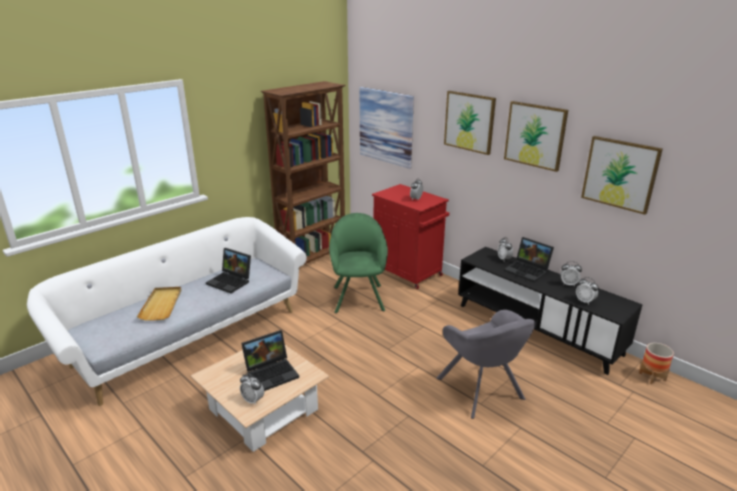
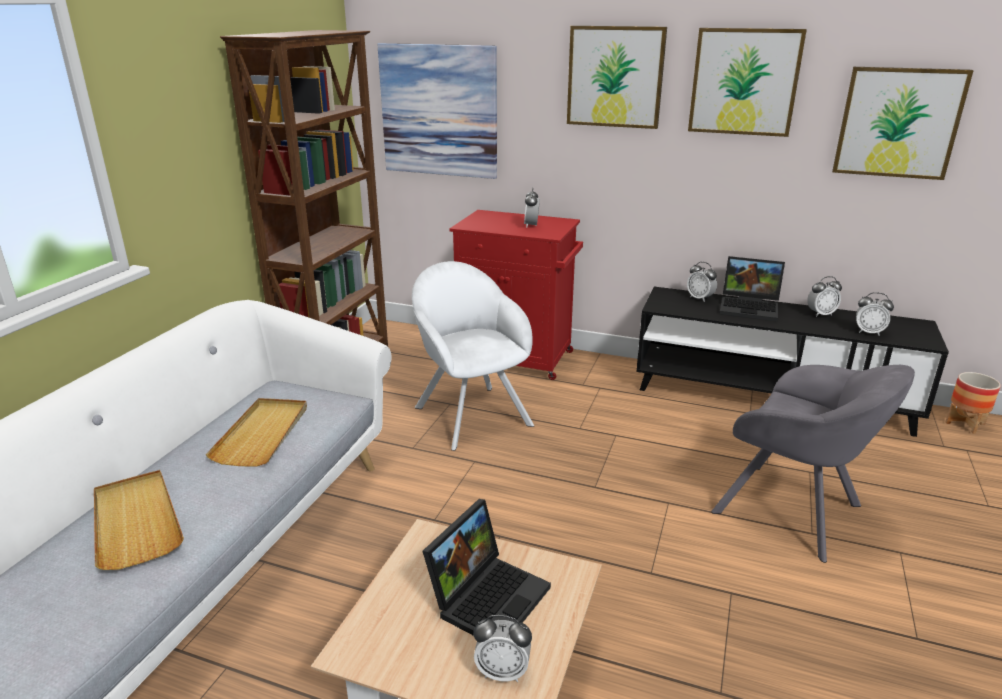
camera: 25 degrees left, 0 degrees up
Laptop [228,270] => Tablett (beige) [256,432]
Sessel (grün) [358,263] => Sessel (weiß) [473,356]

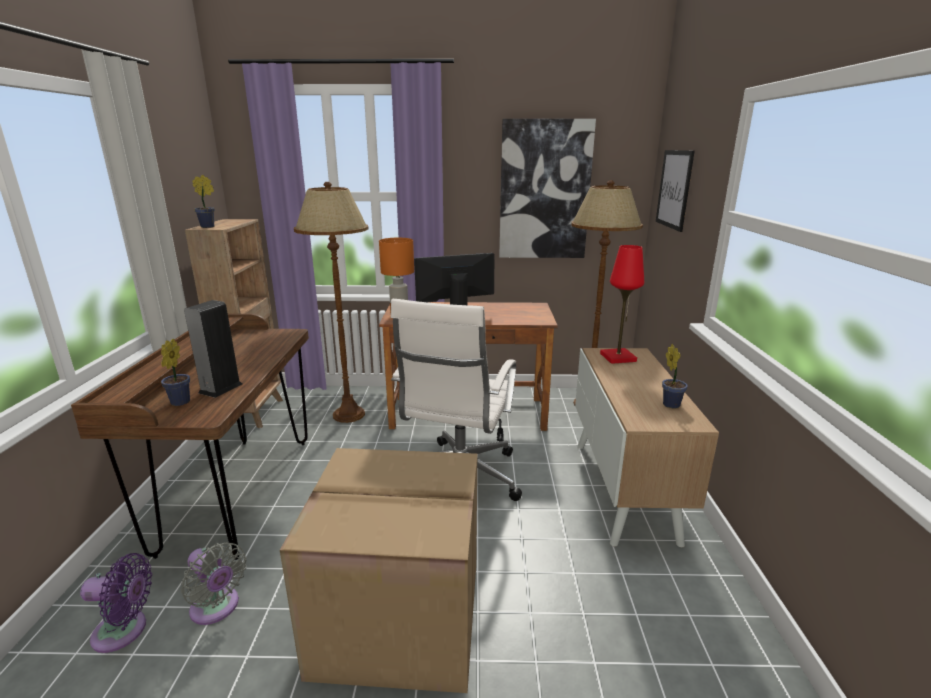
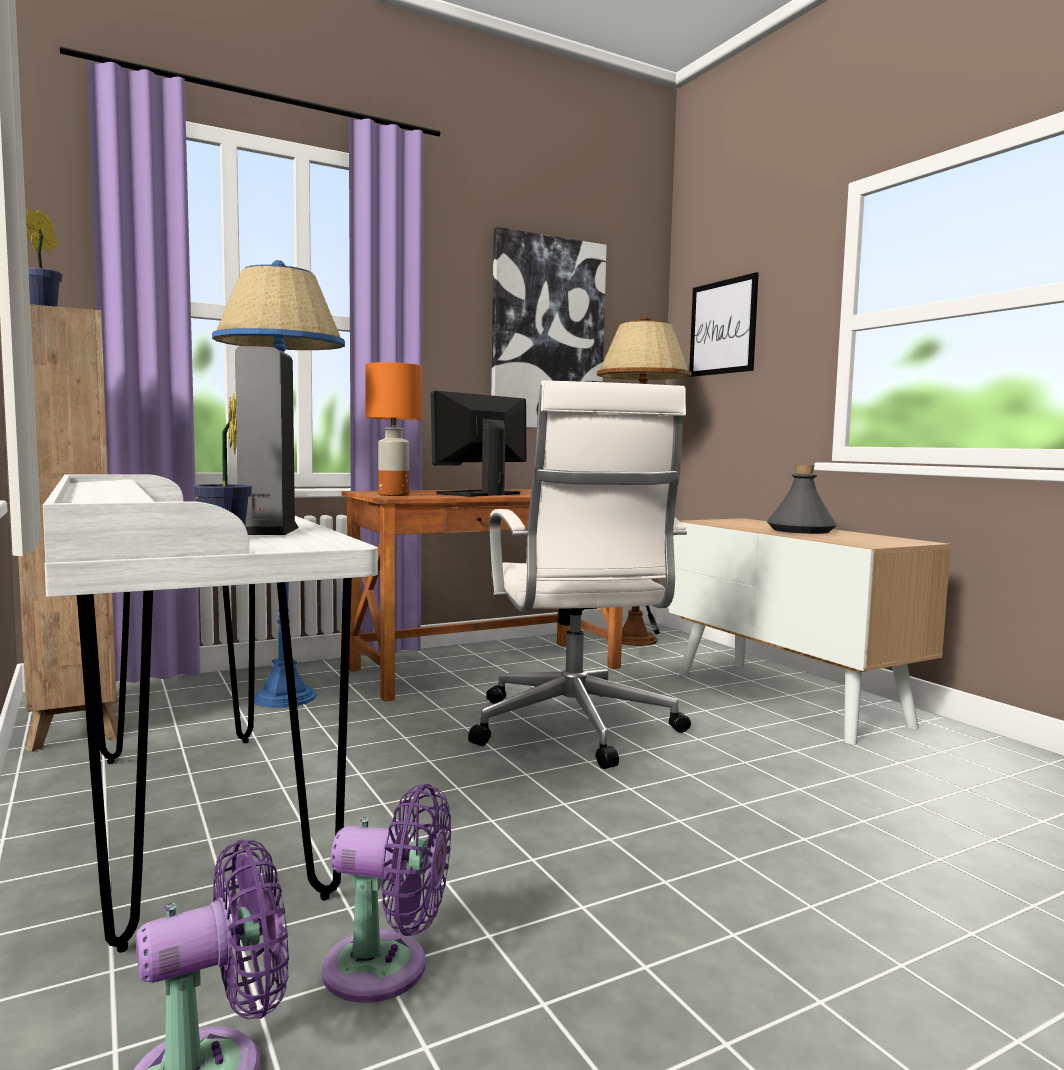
camera: 30 degrees left, 15 degrees down
Schreibtisch (braun) [190,437] => Schreibtisch (weiß) [210,713]
Ventilator (grau) [214,583] => Ventilator (lila) [386,893]
Karton [378,570] => nothing
Stehlampe (braun) [331,302] => Stehlampe (blau) [278,484]
Tischlampe (rot) [622,304] => nothing
Topfpflanze [675,376] => nothing
nothing => Flasche (grau) [802,499]

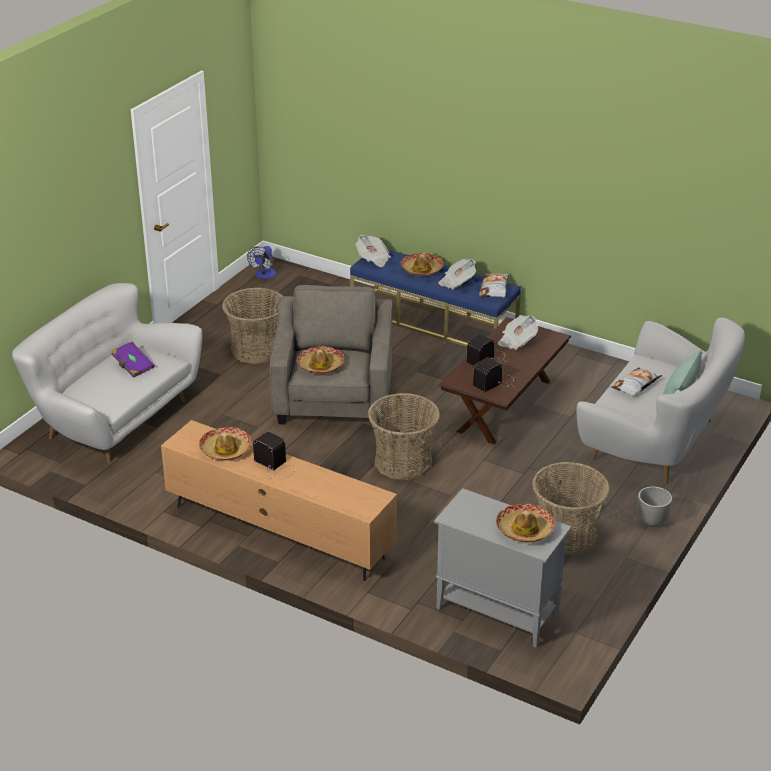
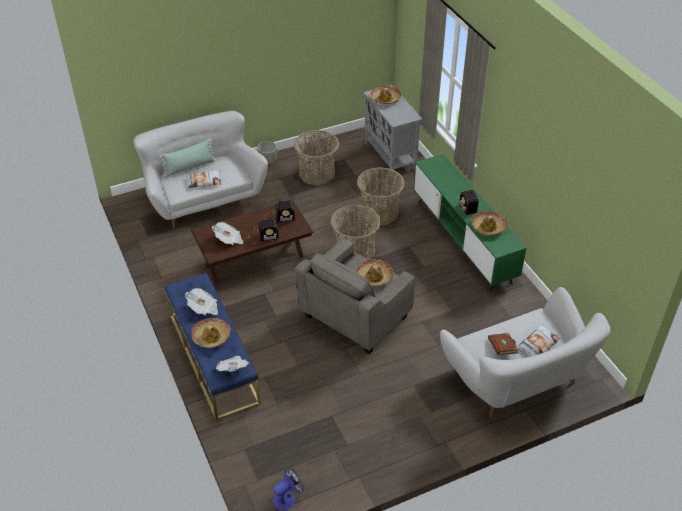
camera: 145 degrees left, 10 degrees up
Buch (lila) [132,360] => Buch (braun) [503,344]
Fernsehschrank (braun) [279,500] => Fernsehschrank (grün) [469,223]
Korb [252,326] => Korb [381,196], shifted
Kissen [494,285] => Kissen [539,340], shifted

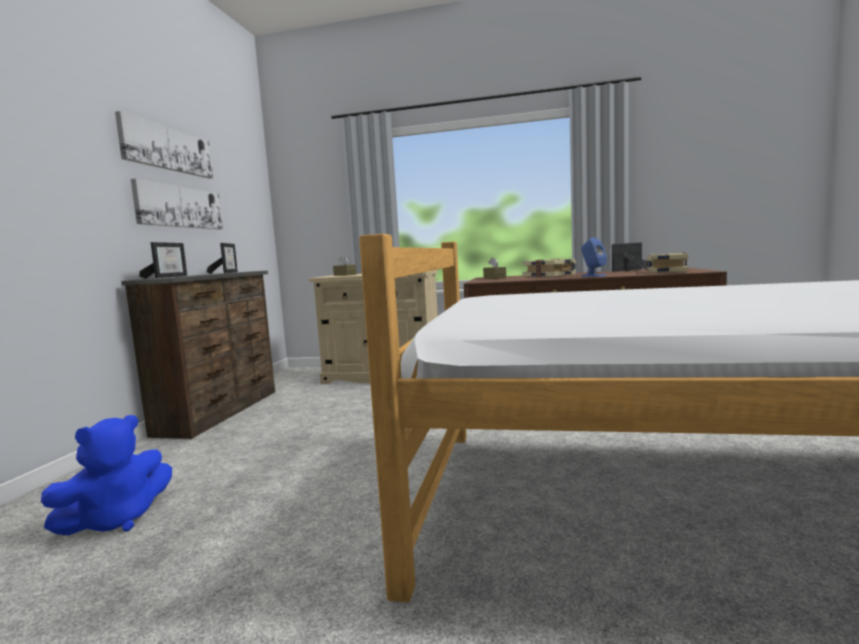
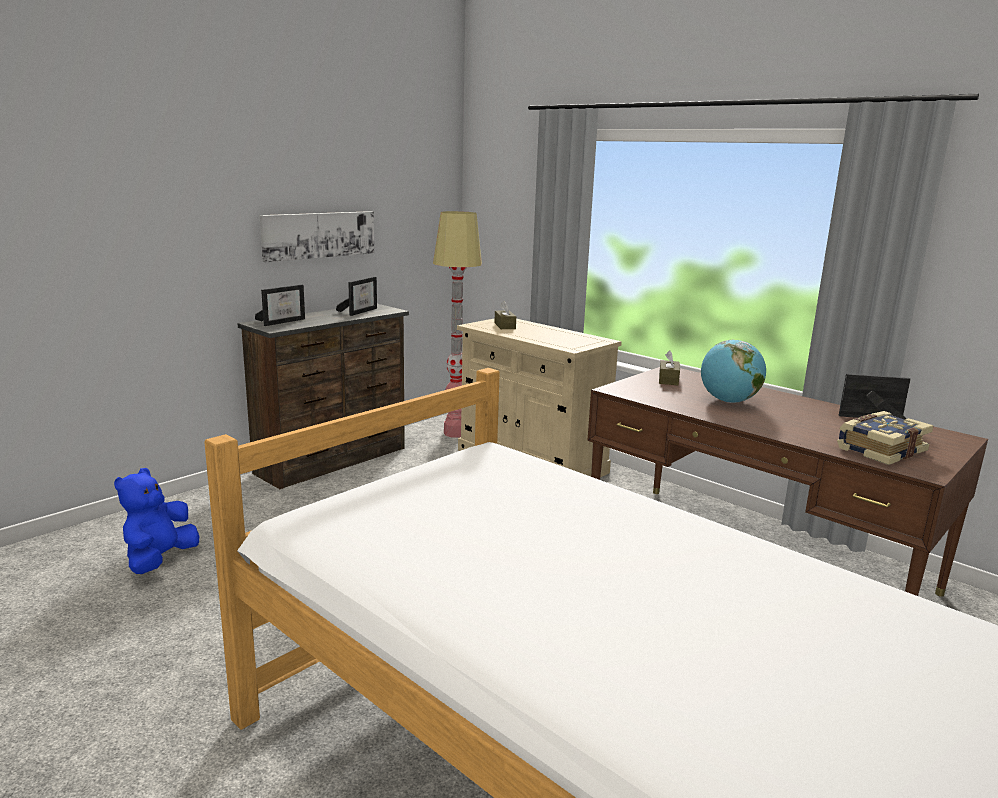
camera: 30 degrees right, 10 degrees up
Plüschtier (blau) [106,475] => Plüschtier (blau) [156,521], 120 degrees clockwise
Bild [164,145] => nothing
Buch [549,268] => Globus [733,371]
Lautsprecher (blau) [594,257] => nothing
nothing => Stehlampe [457,324]

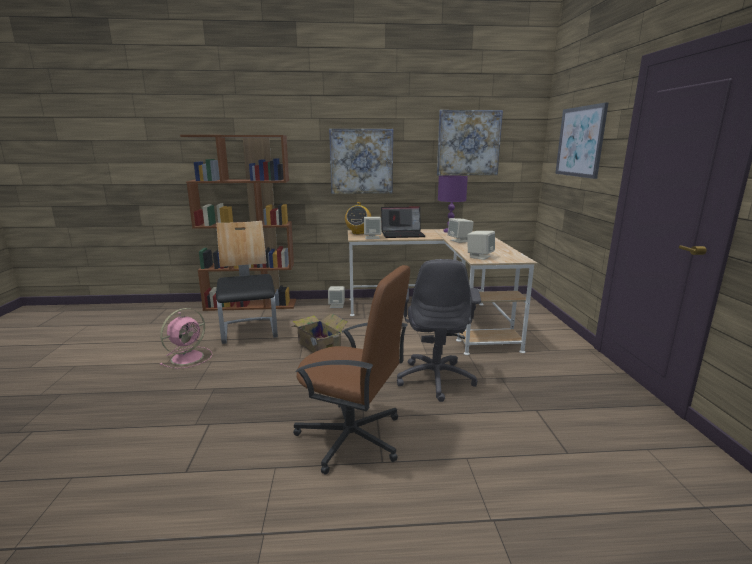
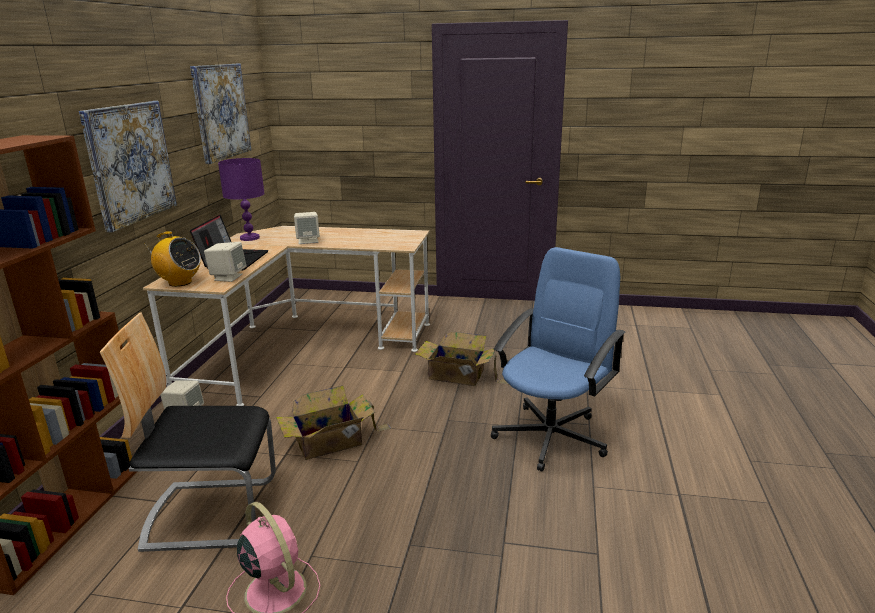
camera: 75 degrees left, 5 degrees up
Bürostuhl (braun) [351,370] => Bürostuhl (blau) [558,359]
Bürostuhl (grau) [439,330] => Karton [462,359]
Lautsprecher (beige) [481,245] => nothing
Bild [581,141] => nothing

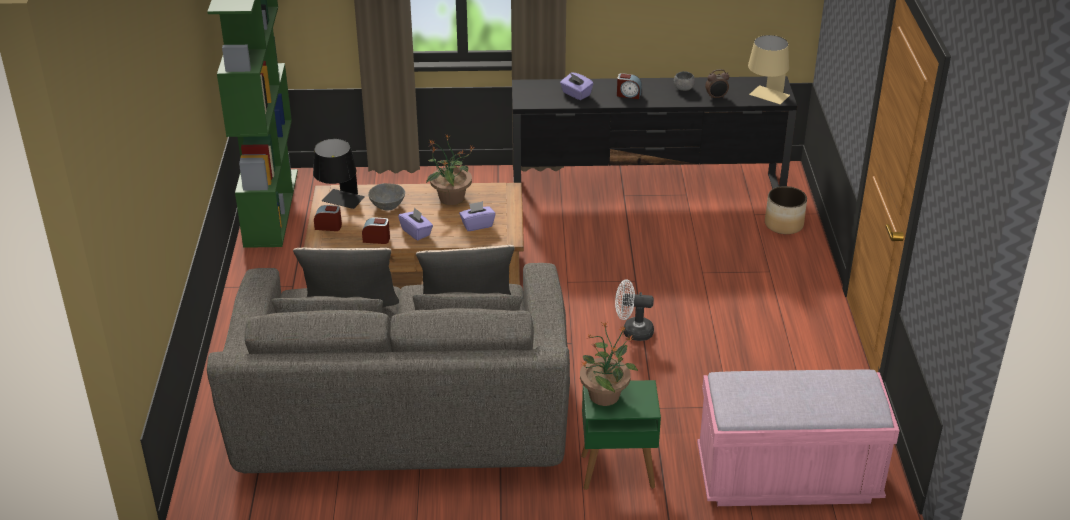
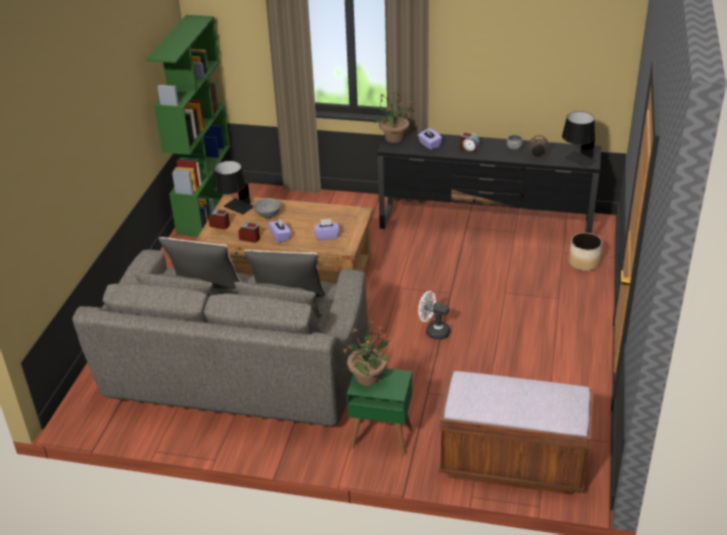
camera: 15 degrees right, 0 degrees up
Topfpflanze [450,169] => Topfpflanze [393,117], shifted
Bank (rosa) [798,438] => Bank (braun) [516,433]
Tischlampe (beige) [769,69] => Tischlampe (schwarz) [579,139]

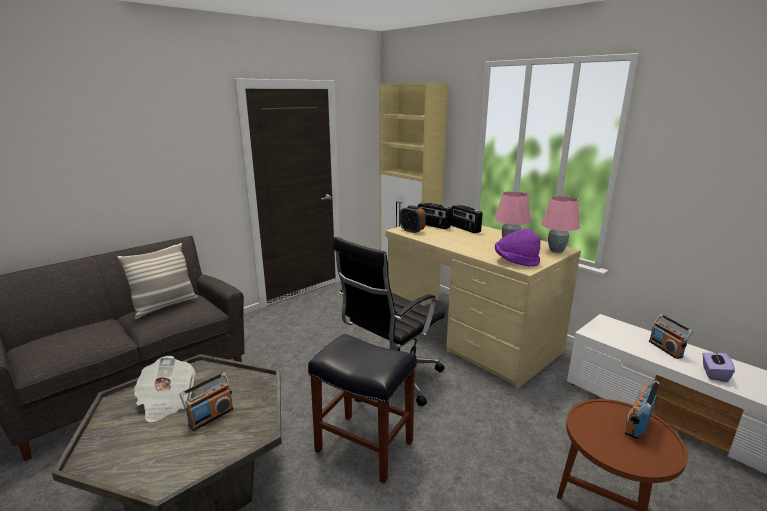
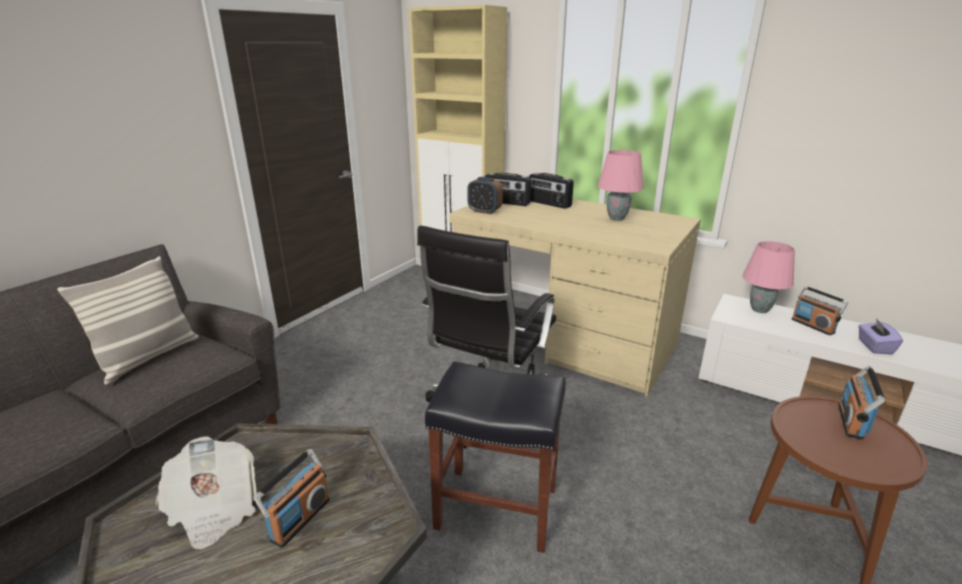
camera: 15 degrees left, 5 degrees up
Hut (lila) [517,247] => nothing
Tischlampe (rosa) [560,224] => Tischlampe (rosa) [769,277], shifted

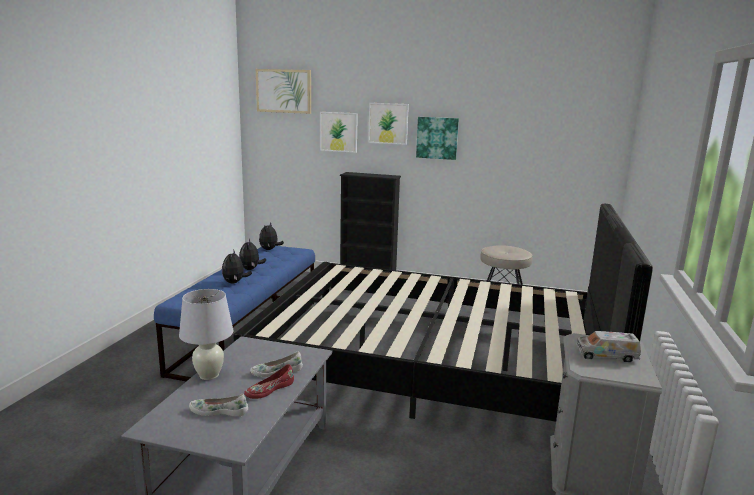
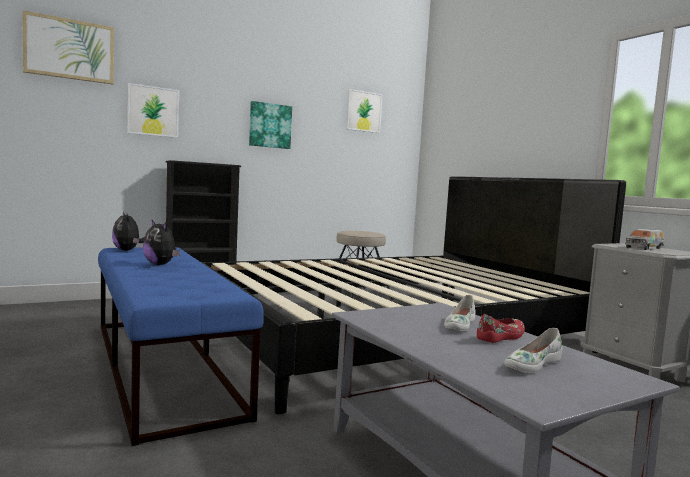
camera: 45 degrees left, 10 degrees down
Tischlampe (weiß) [206,334] => nothing
Plüschtier [237,267] => nothing
Schuh (rot) [269,381] => Schuh (rot) [501,328], 135 degrees counterclockwise
Bild [388,124] => Bild [364,111], shifted

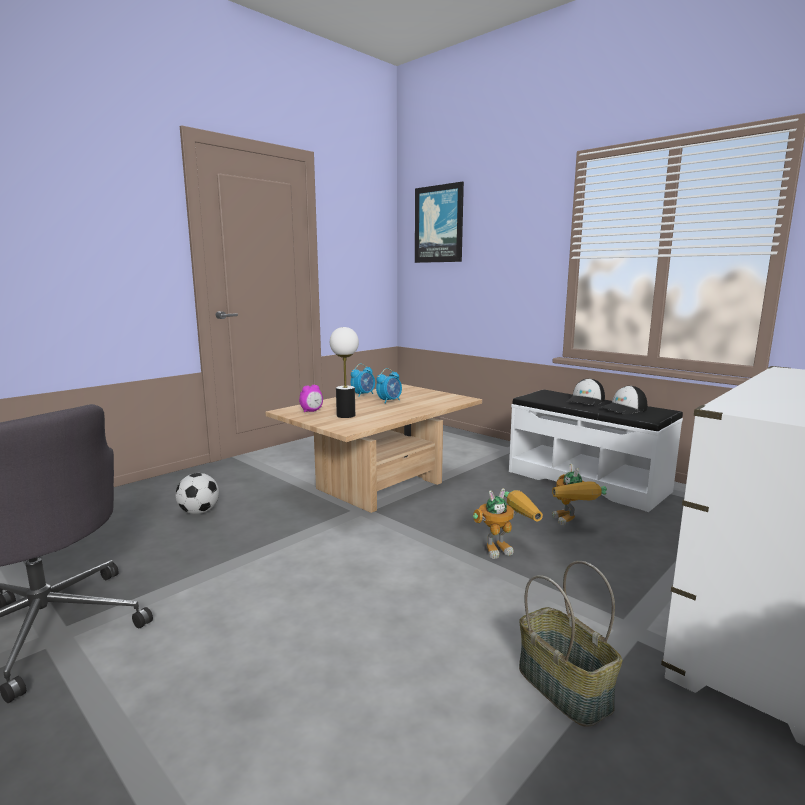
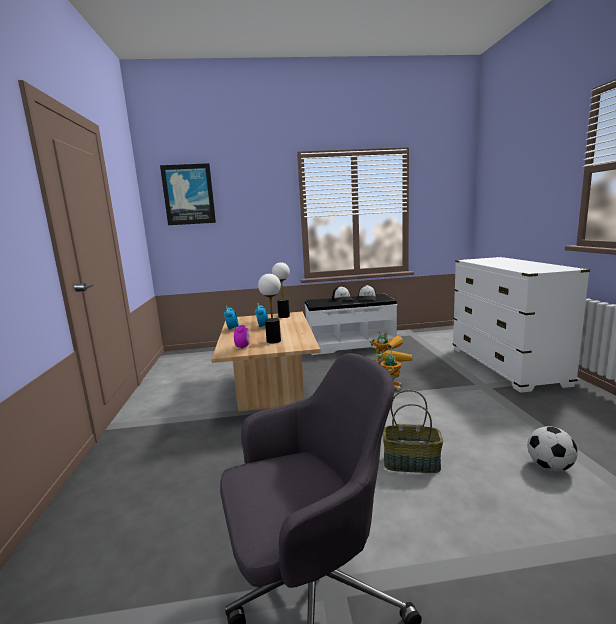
camera: 50 degrees left, 0 degrees up
Fußball [197,493] => Fußball [552,448], shifted
Korb [570,644] => Korb [413,431], shifted
nothing => Tischlampe [281,290]

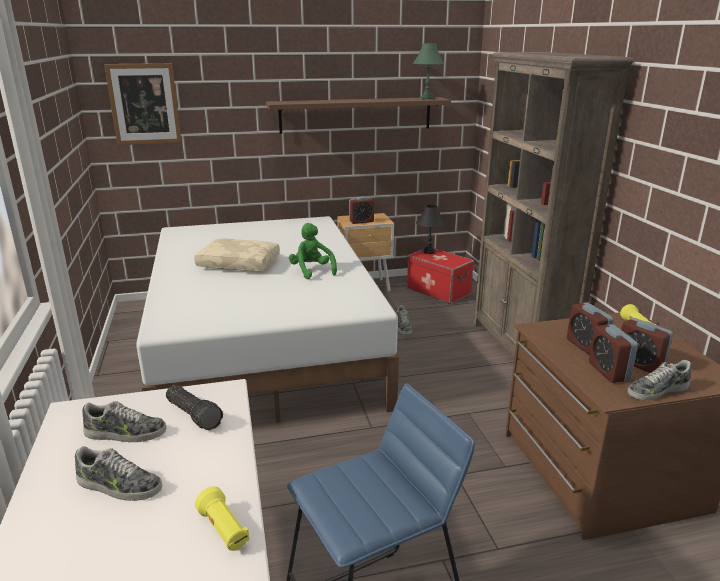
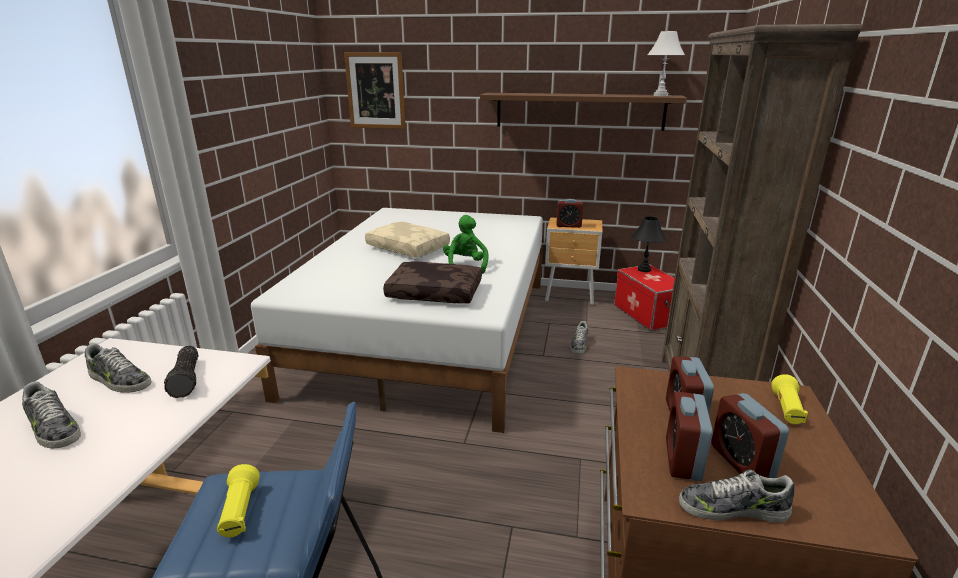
camera: 25 degrees right, 0 degrees up
Taschenlampe (gelb) [222,518] => Taschenlampe (gelb) [238,500], shifted
Tischlampe (grün) [428,71] => Tischlampe (weiß) [666,63]
nothing => Kissen (braun) [432,282]

